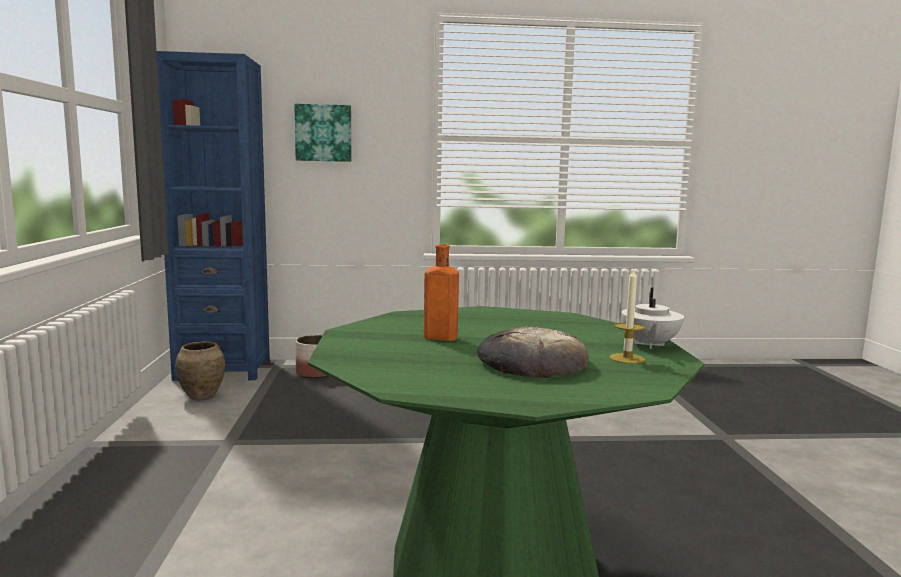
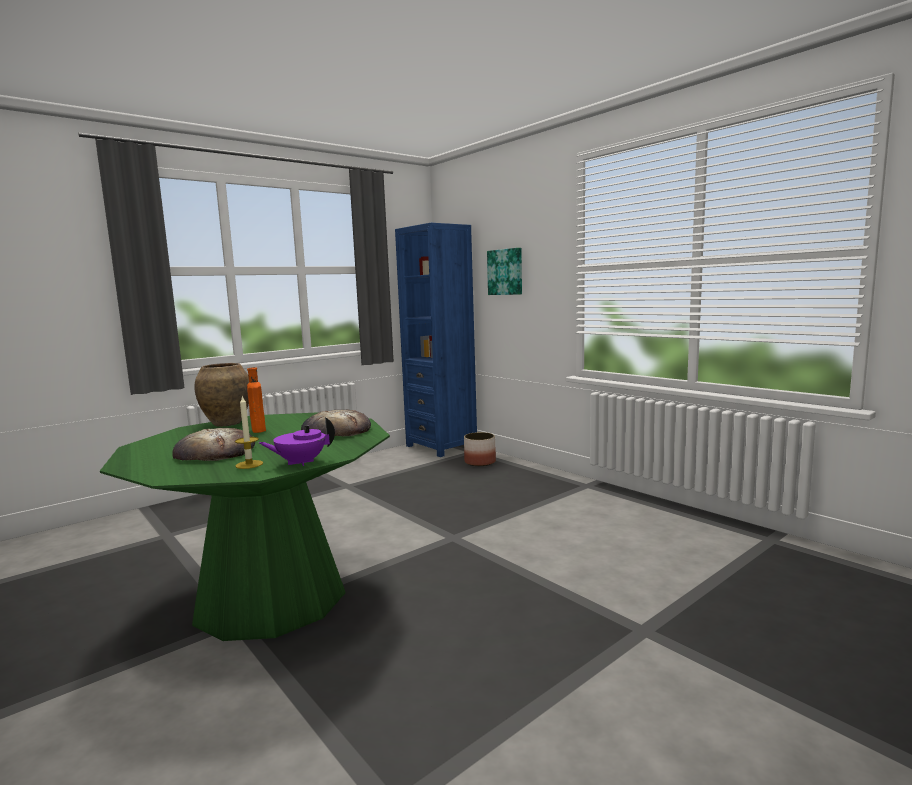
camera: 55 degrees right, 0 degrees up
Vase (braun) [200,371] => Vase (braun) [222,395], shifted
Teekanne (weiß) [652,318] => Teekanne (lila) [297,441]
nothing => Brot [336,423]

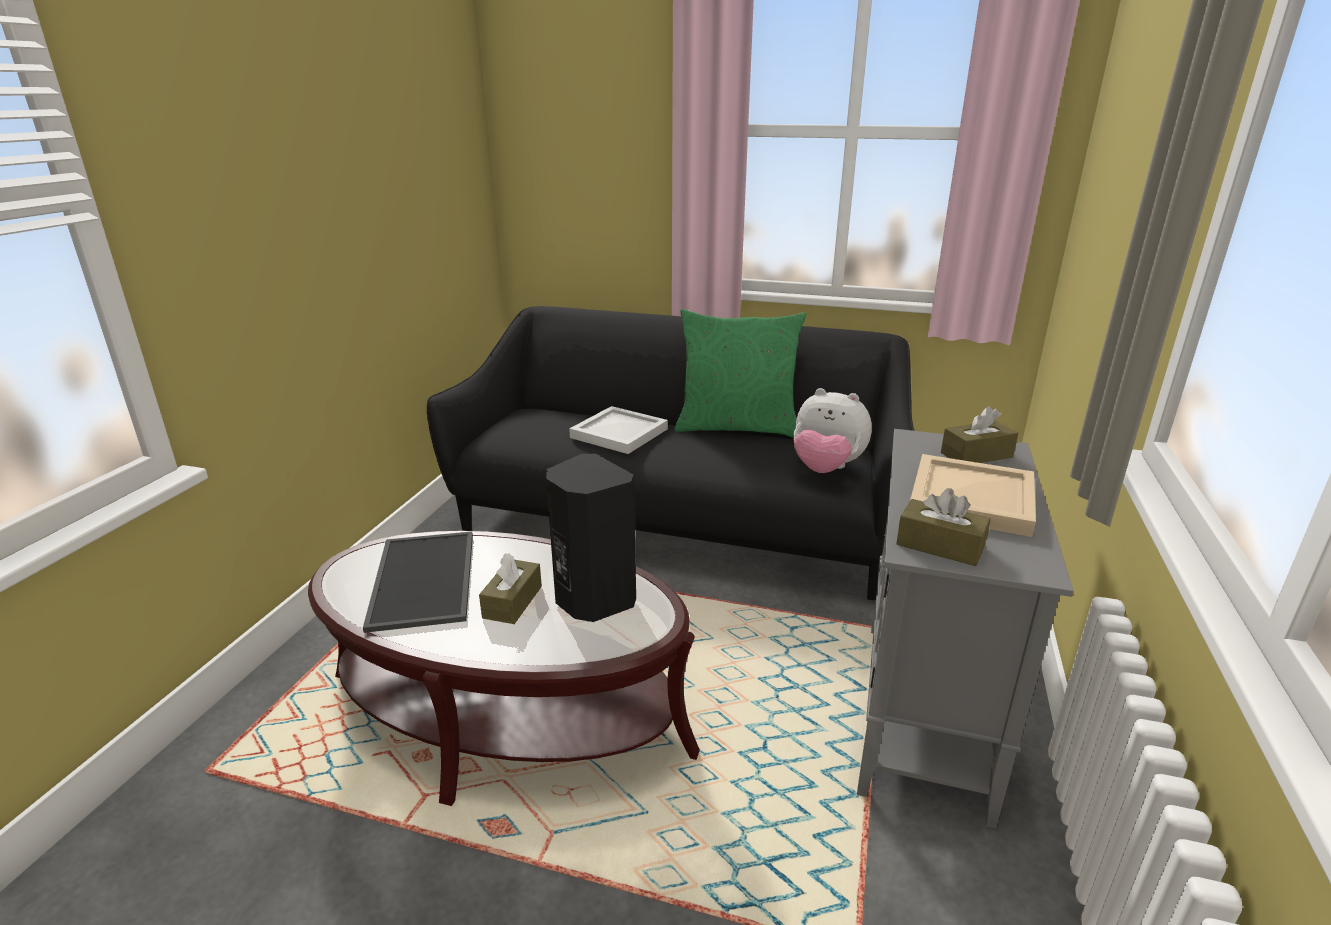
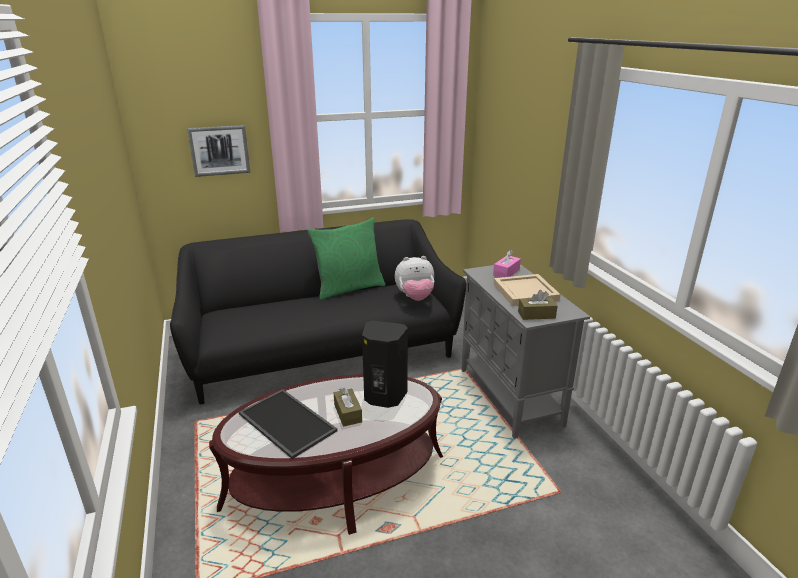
camera: 35 degrees left, 0 degrees up
Tablett (weiß) [618,430] => nothing
Taschentuchbox (braun) [979,434] => Taschentuchbox (rosa) [507,264]
nothing => Bild [218,151]

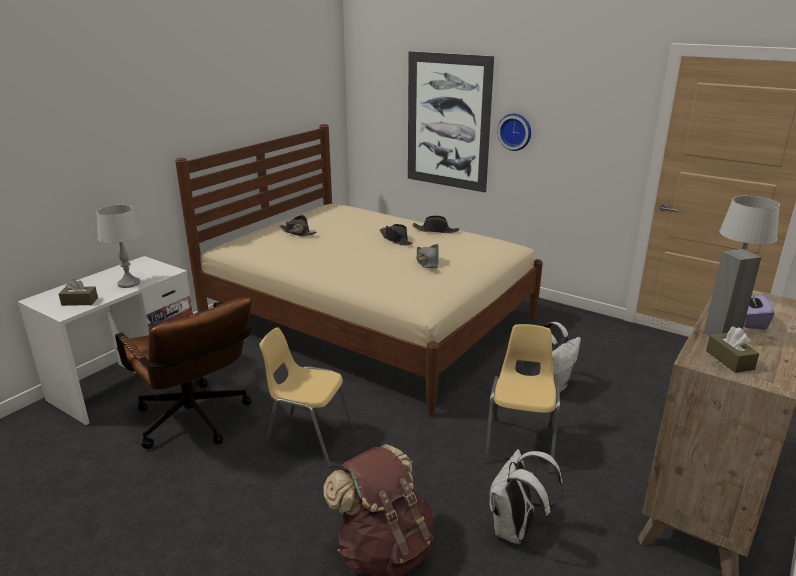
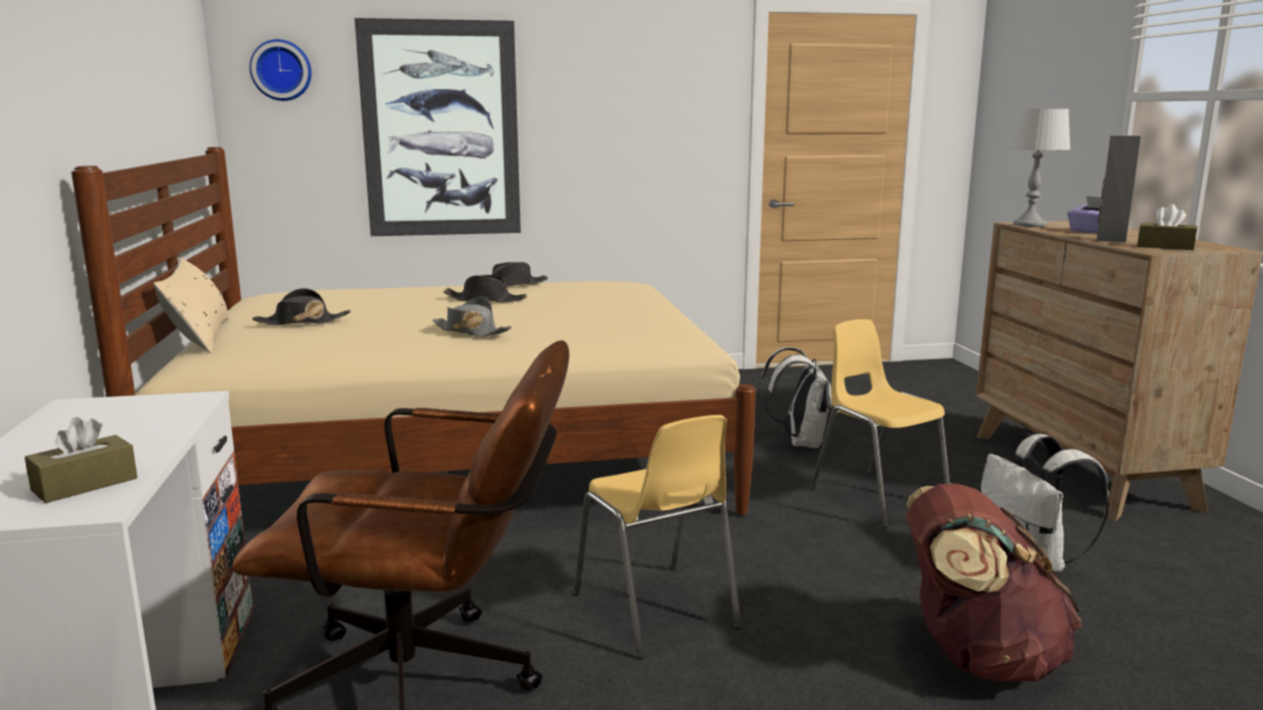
camera: 45 degrees left, 10 degrees down
Tischlampe (grau) [119,246] => nothing
Stuhl (gelb) [306,397] => Stuhl (gelb) [657,537], 90 degrees counterclockwise
Hut (grau) [427,256] => Hut (grau) [472,316], shifted
Wanduhr [514,132] => Wanduhr [280,70], shifted
nothing => Kissen (beige) [191,305]

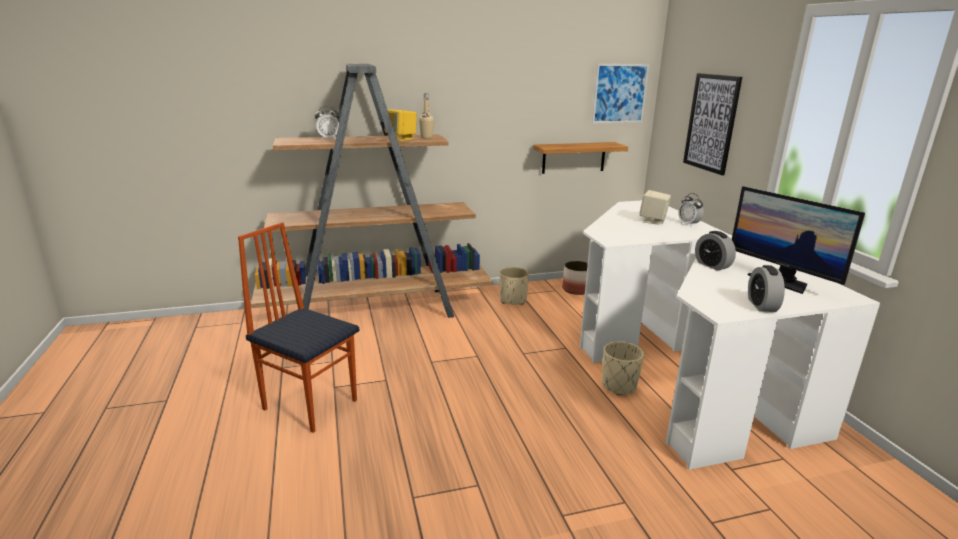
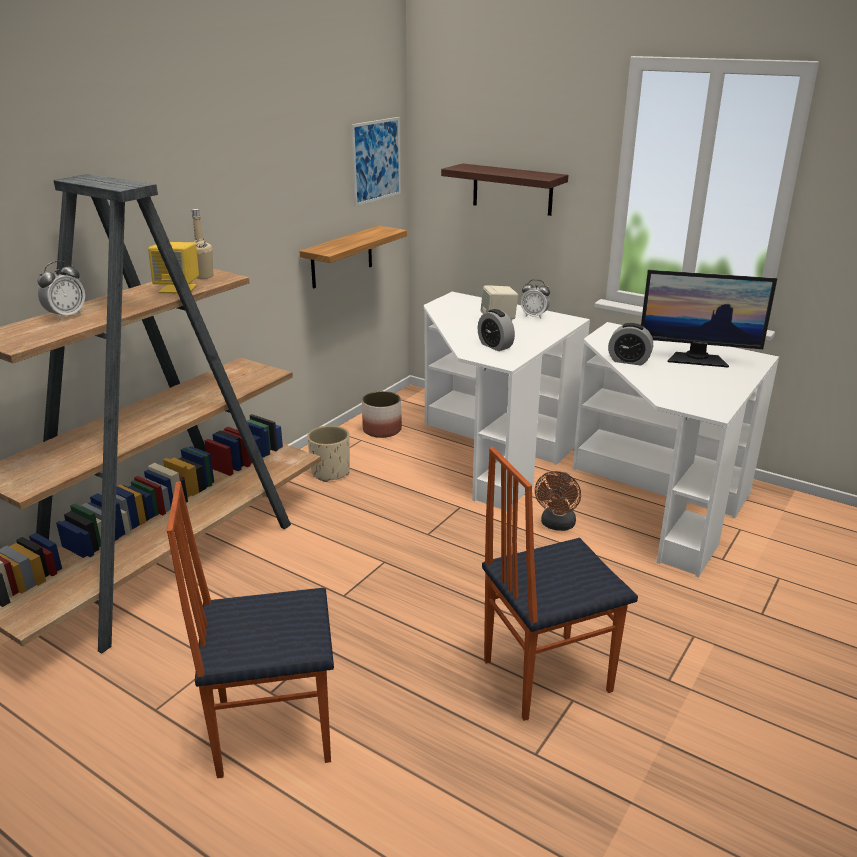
camera: 40 degrees left, 5 degrees up
Pflanzkübel (beige) [623,368] => Ventilator (braun) [558,501]
Bild [712,124] => Wandregal [504,189]
Wecker [766,288] => Wecker [496,330], shifted
nothing => Stuhl [560,584]

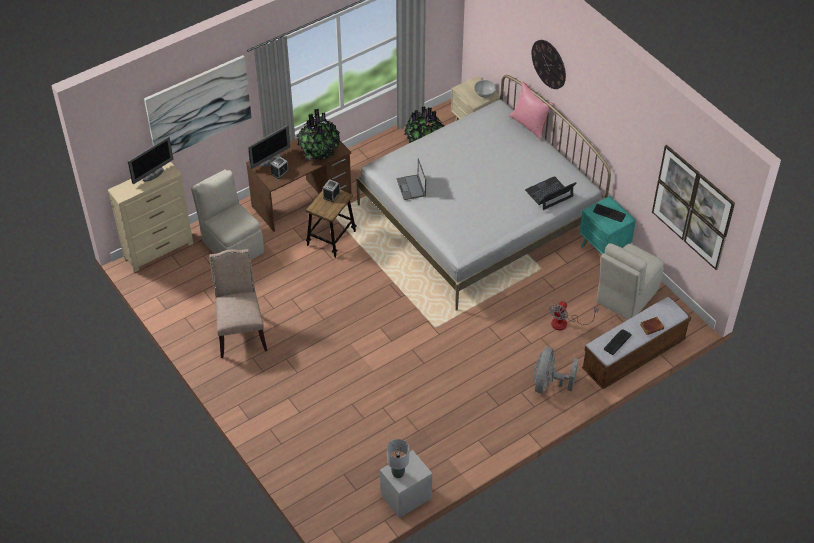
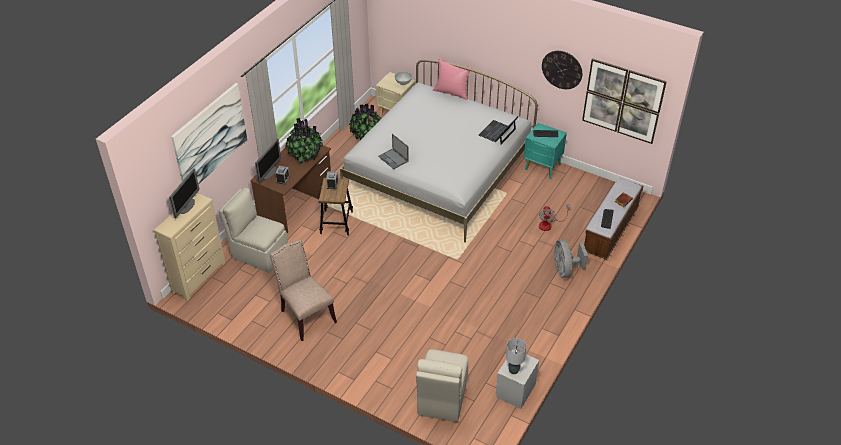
camera: 25 degrees left, 5 degrees down
Wanduhr [549,64] => Wanduhr [562,70], shifted
Stuhl (beige) [630,281] => Stuhl (beige) [442,385], shifted

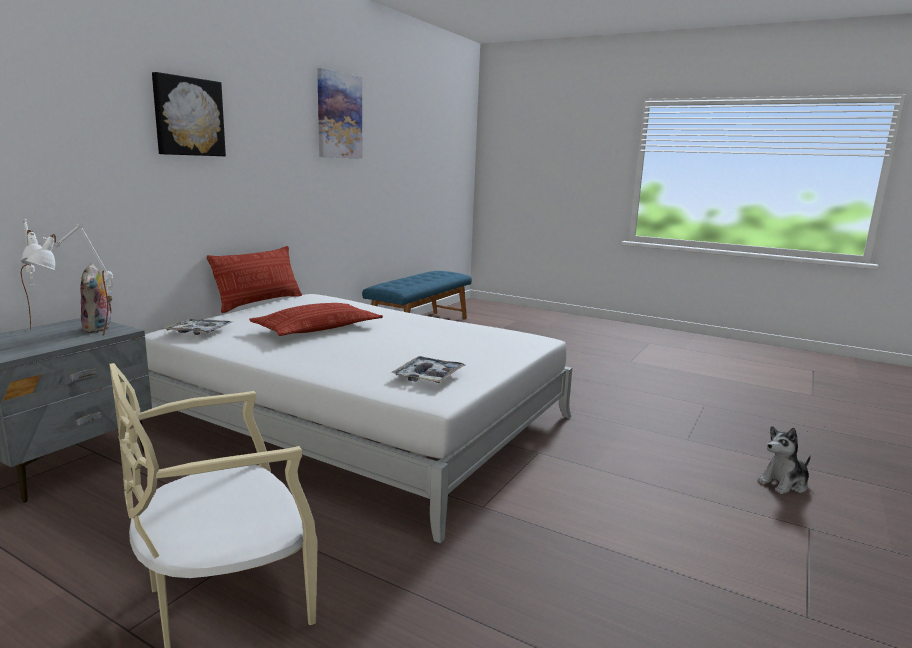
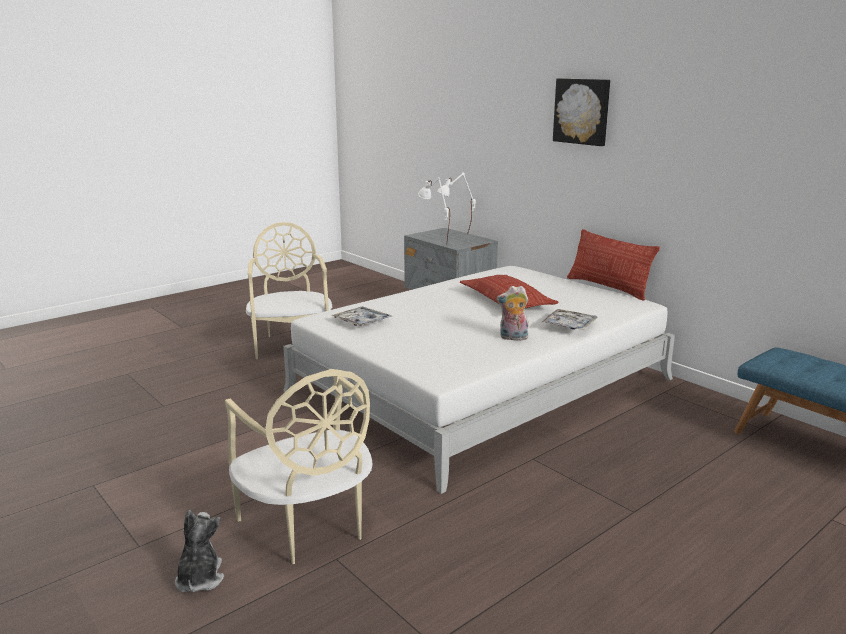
camera: 110 degrees right, 5 degrees up
Plüschtier [96,298] => Plüschtier [513,313], shifted
Tablett [197,327] => Tablett [569,319], shifted
Bild [339,113] => nothing
nothing => Stuhl (beige) [299,466]

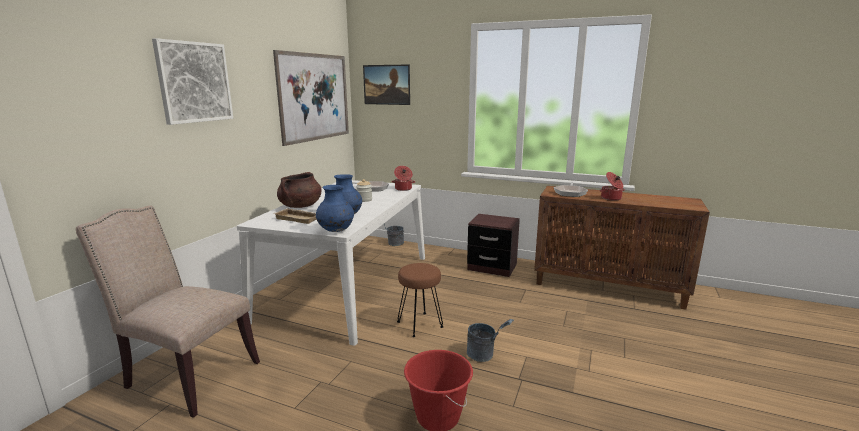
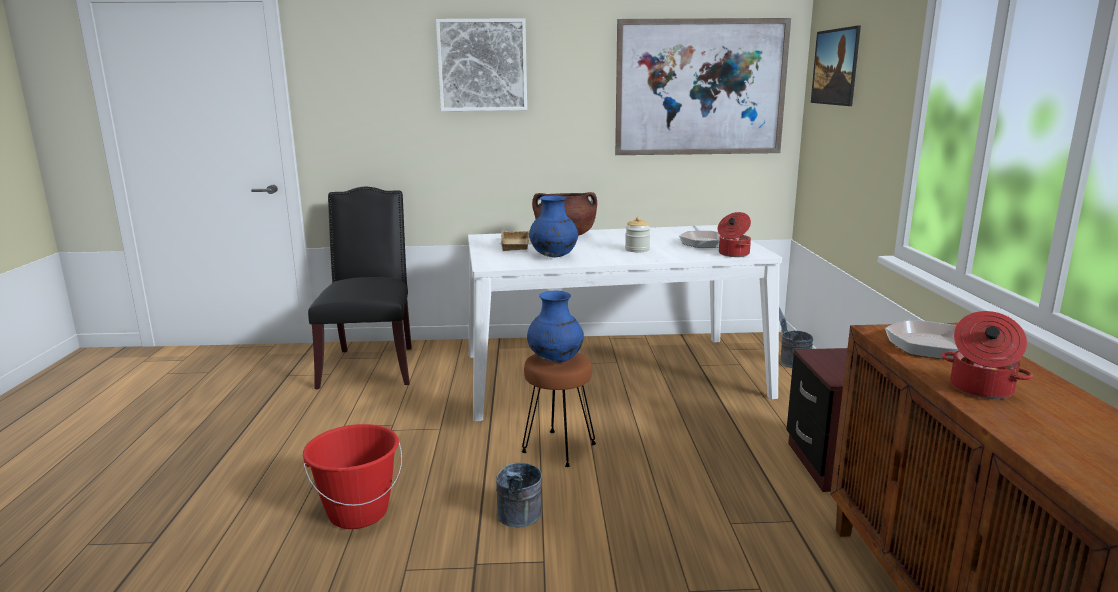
camera: 65 degrees right, 0 degrees up
Stuhl (beige) [168,311] => Stuhl (schwarz) [360,288]
Vase (blau) [335,208] => Vase (blau) [555,327], shifted

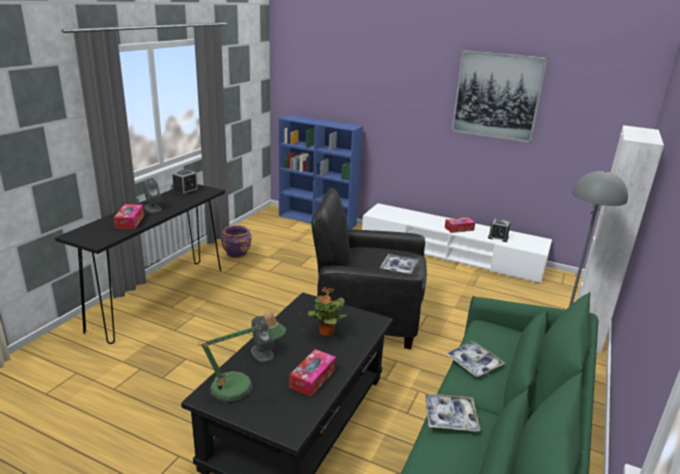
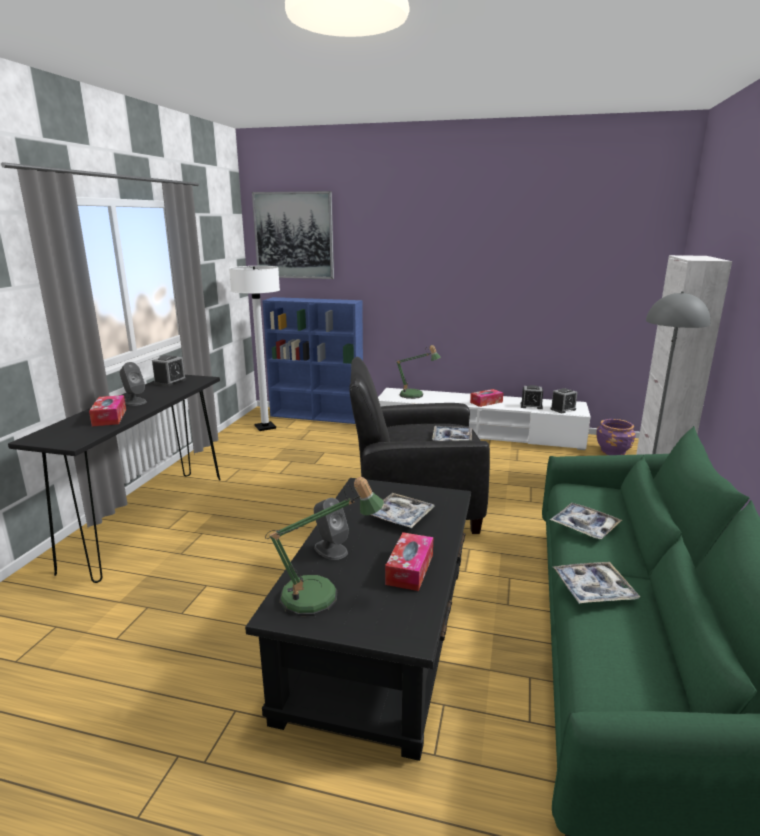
camera: 10 degrees left, 5 degrees down
Pflanzkübel (lila) [236,241] => Pflanzkübel (lila) [616,437], shifted
Topfpflanze [327,312] => Tablett [402,510]
Bild [499,96] => Bild [293,235], shifted
nothing => Stehlampe (weiß) [254,348]
nothing => Tischlampe [418,372]
nothing => Wecker [564,400]

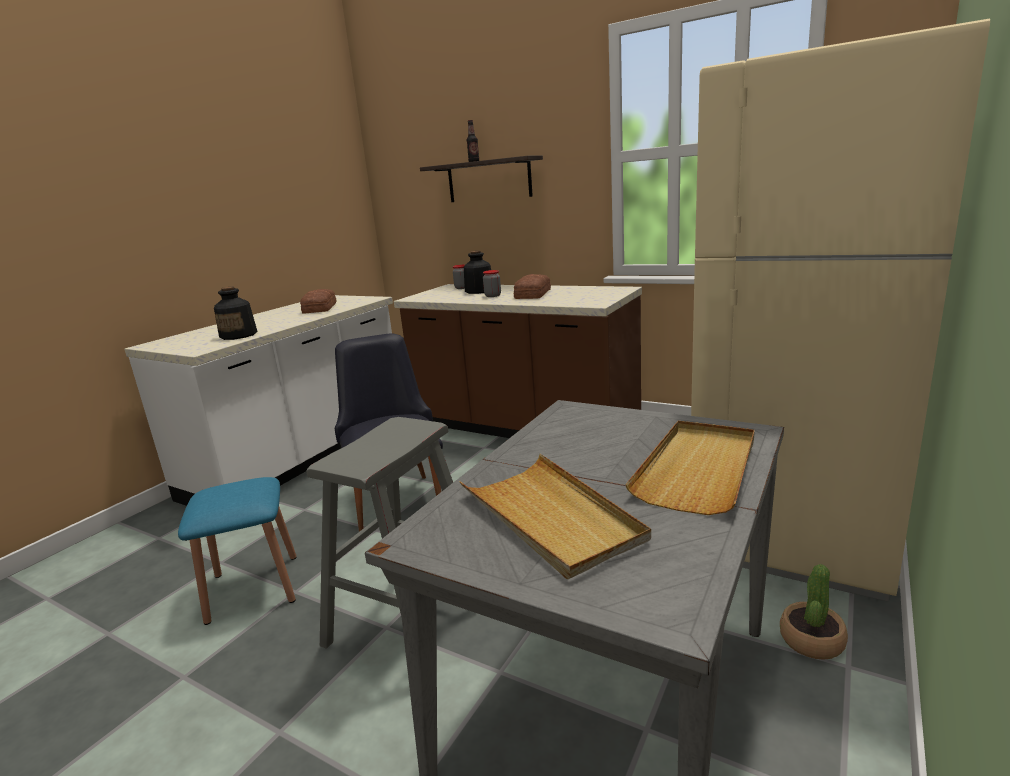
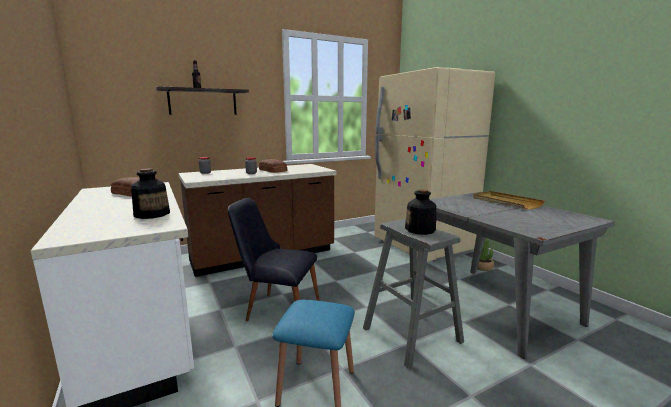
camera: 60 degrees left, 5 degrees down
Tablett (beige) [555,516] => nothing
Flasche [477,272] => Flasche [420,212], shifted

